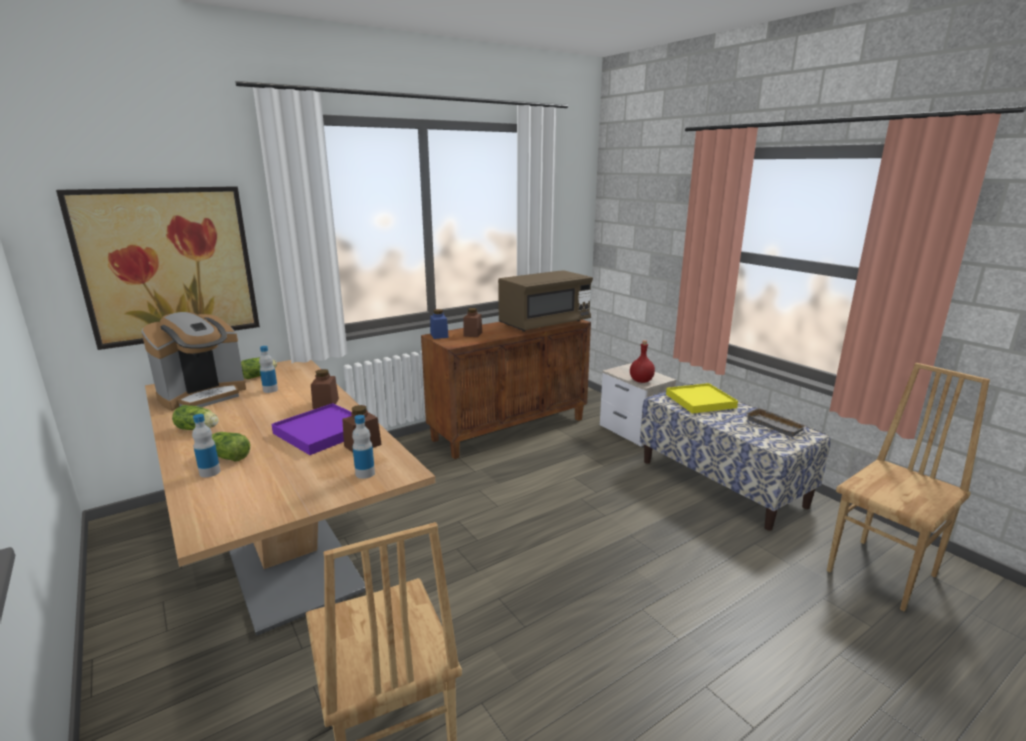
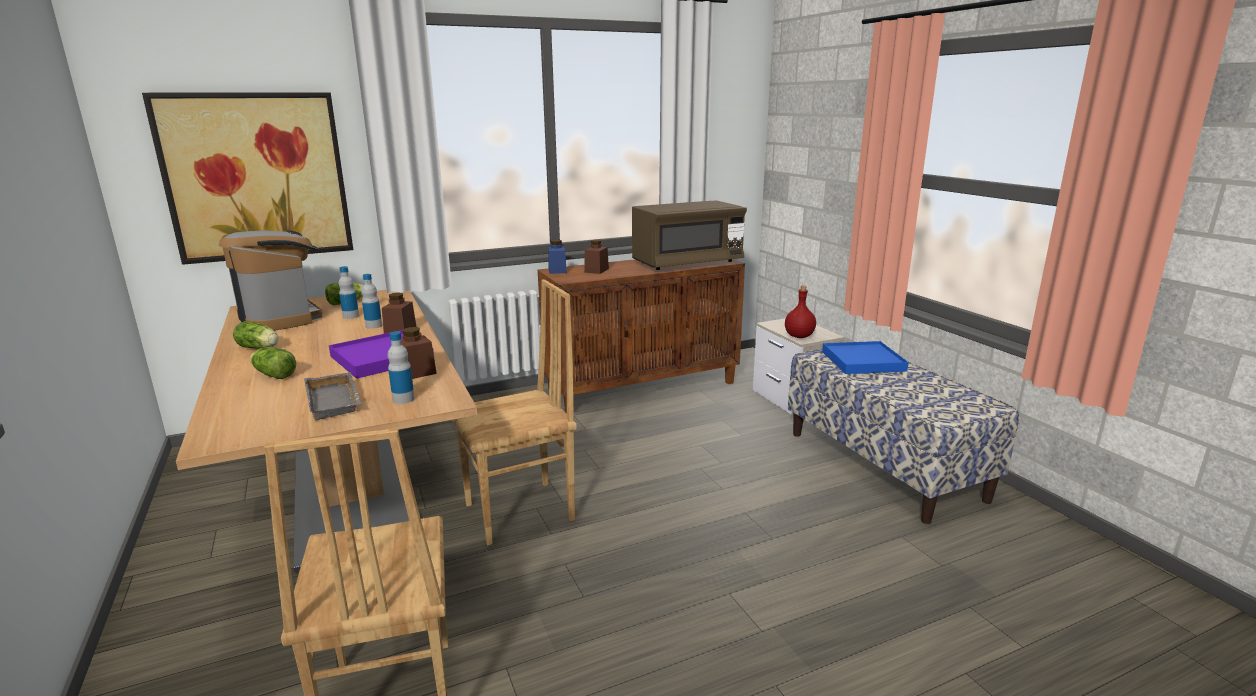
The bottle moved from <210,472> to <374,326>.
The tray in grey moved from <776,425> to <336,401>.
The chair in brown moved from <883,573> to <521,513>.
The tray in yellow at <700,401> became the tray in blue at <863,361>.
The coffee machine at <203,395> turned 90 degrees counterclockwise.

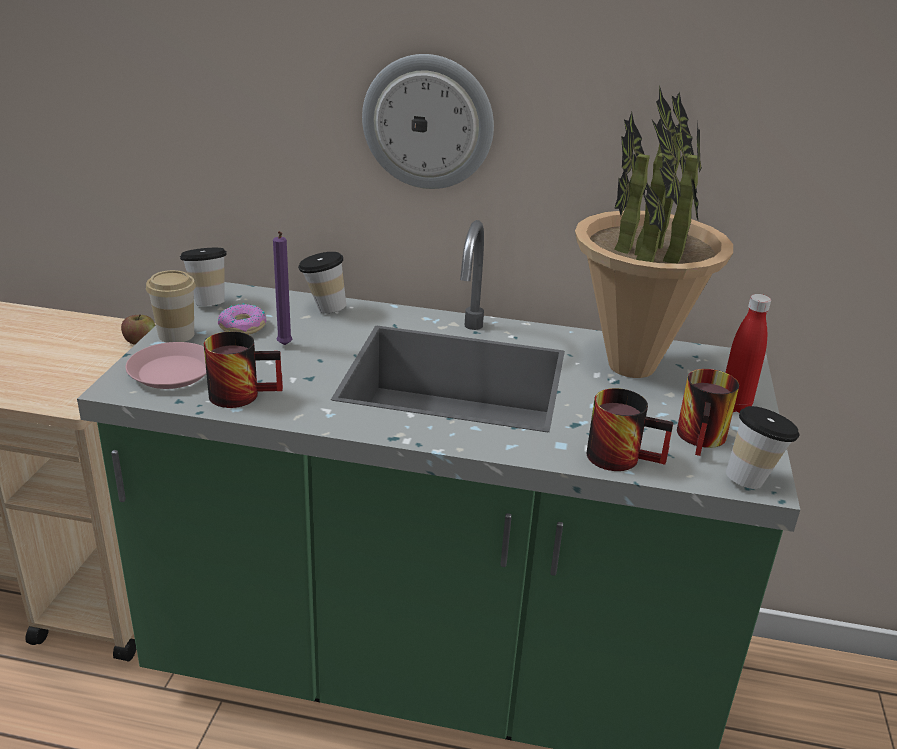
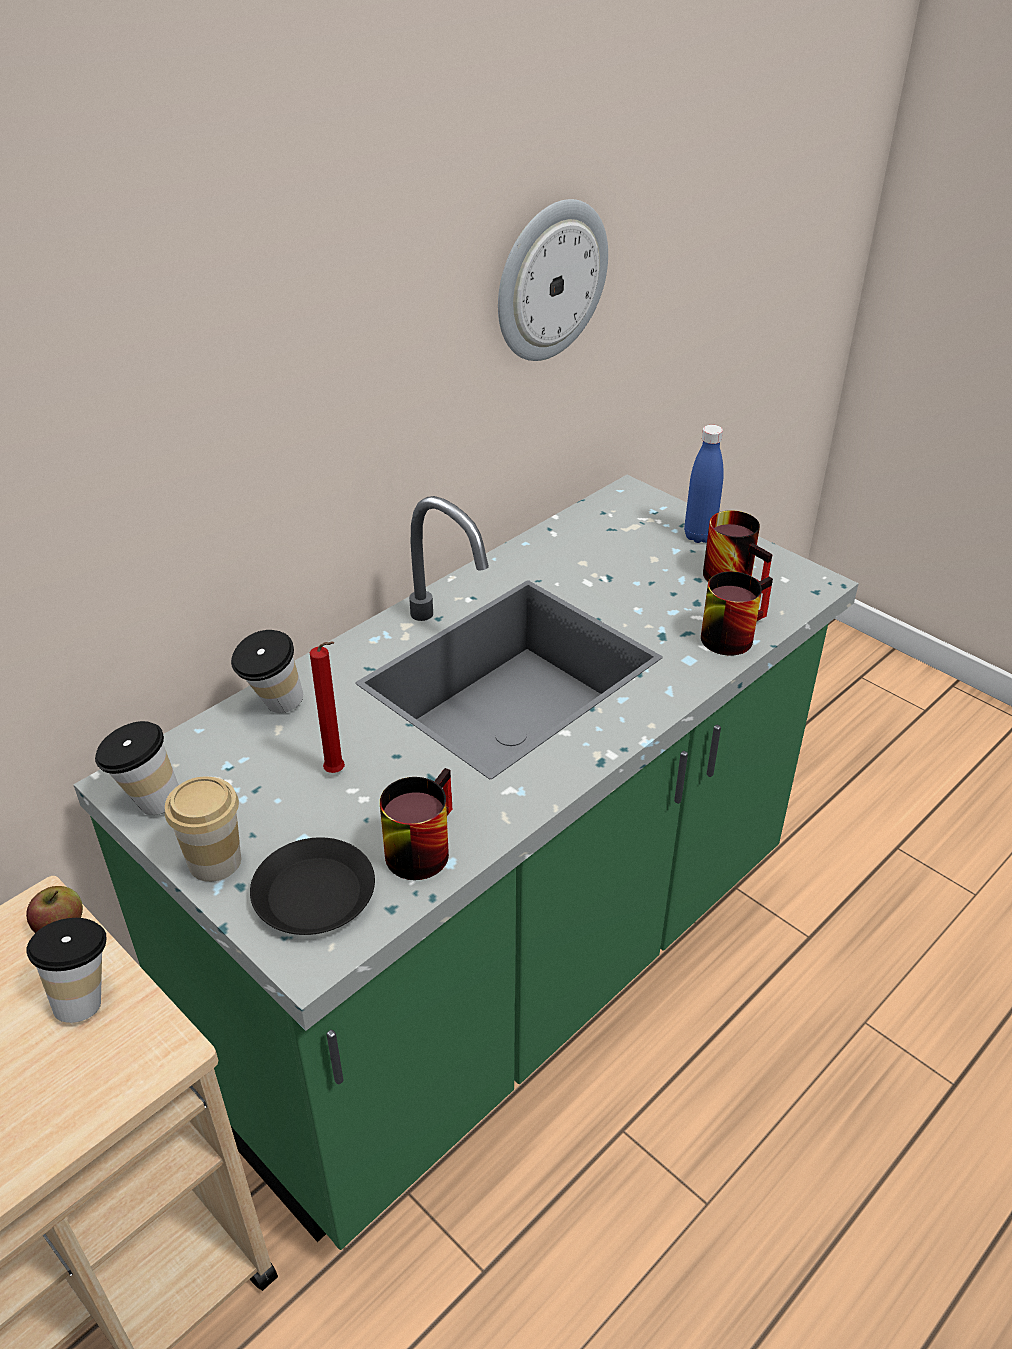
The donut at <243,327> disappeared.
The potted plant at <632,367> disappeared.
The wall clock moved from <428,122> to <550,281>.
The cup moved from <752,479> to <85,995>.
The plate in pink at <172,372> became the plate in black at <315,894>.
The candle in purple at <284,346> became the candle in red at <337,773>.
The bottle in red at <734,406> became the bottle in blue at <699,536>.

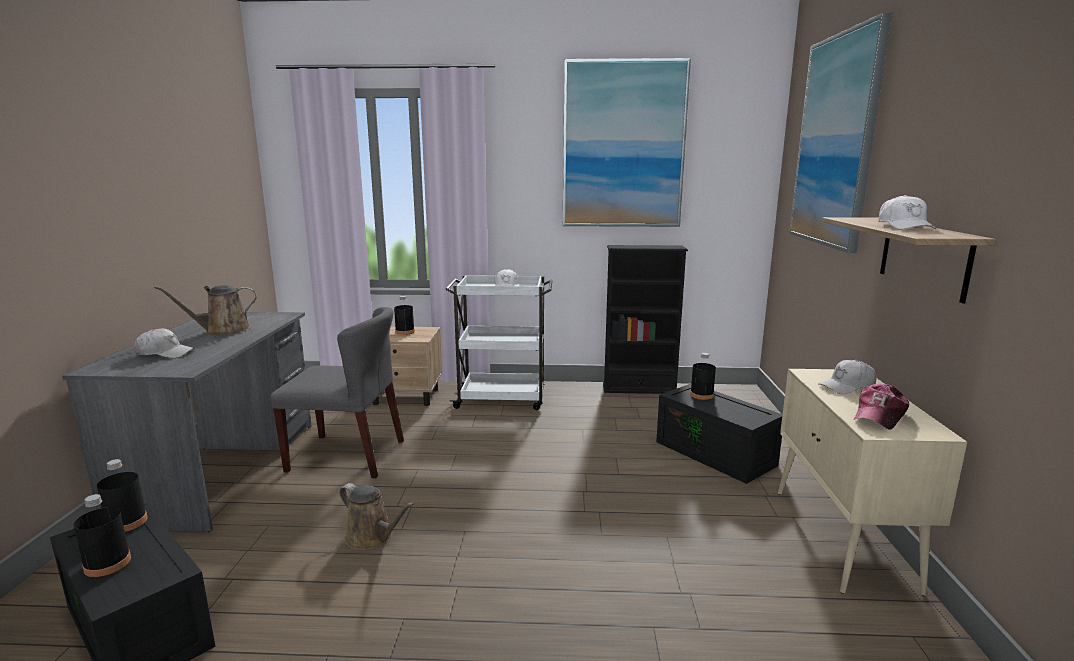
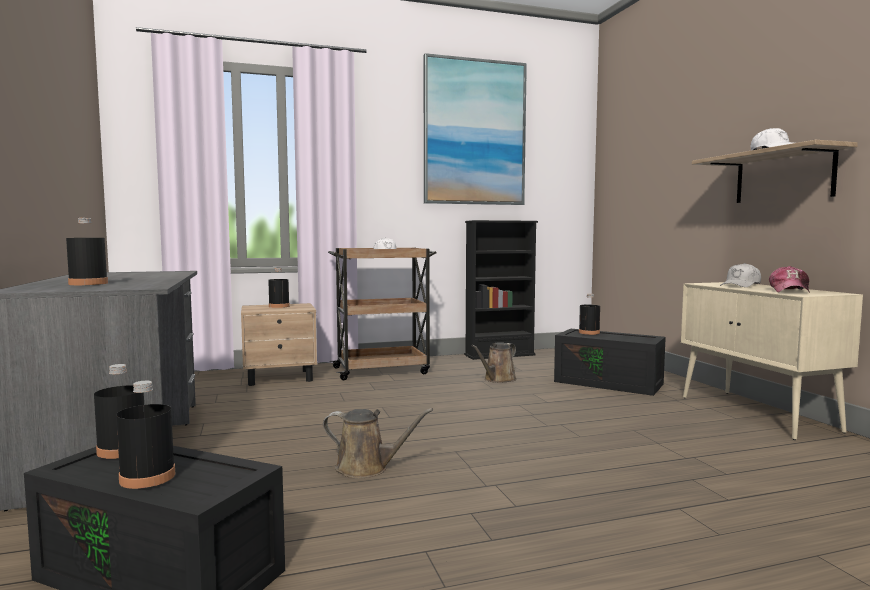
The chair in grey at <348,455> disappeared.
The picture at <835,141> disappeared.
The watering can in brown moved from <222,331> to <498,379>.
The cap in white at <165,353> was replaced by the bottle in black at <88,283>.
The cart in white at <502,399> became the cart in brown at <382,370>.

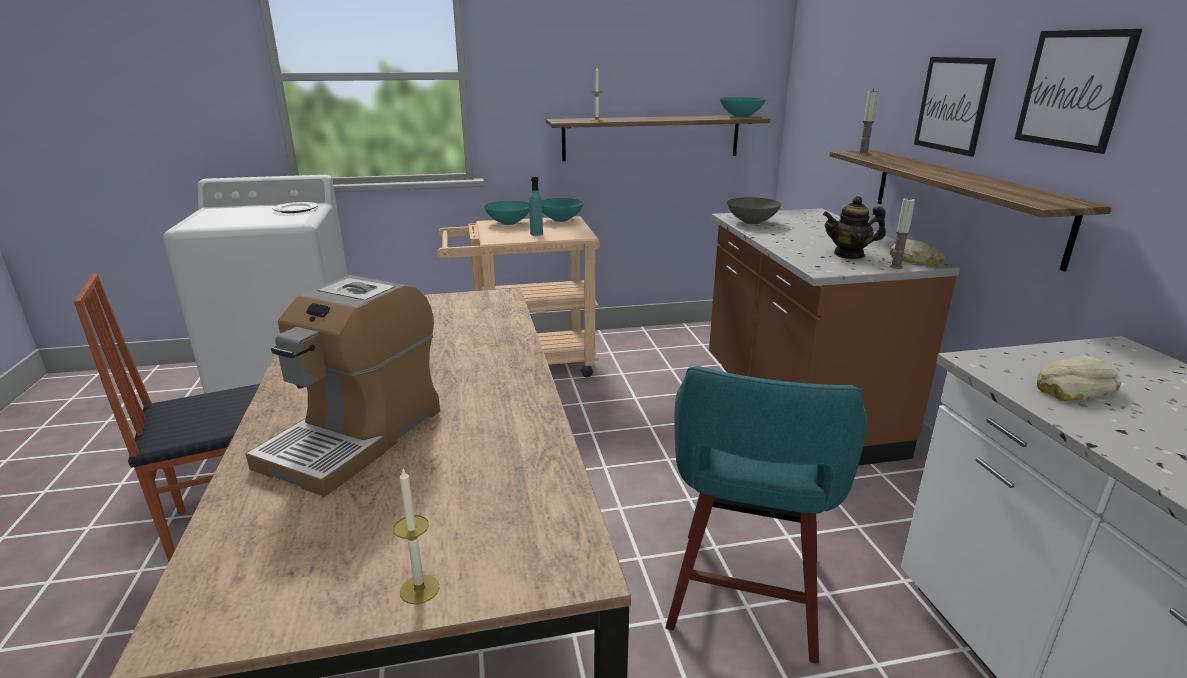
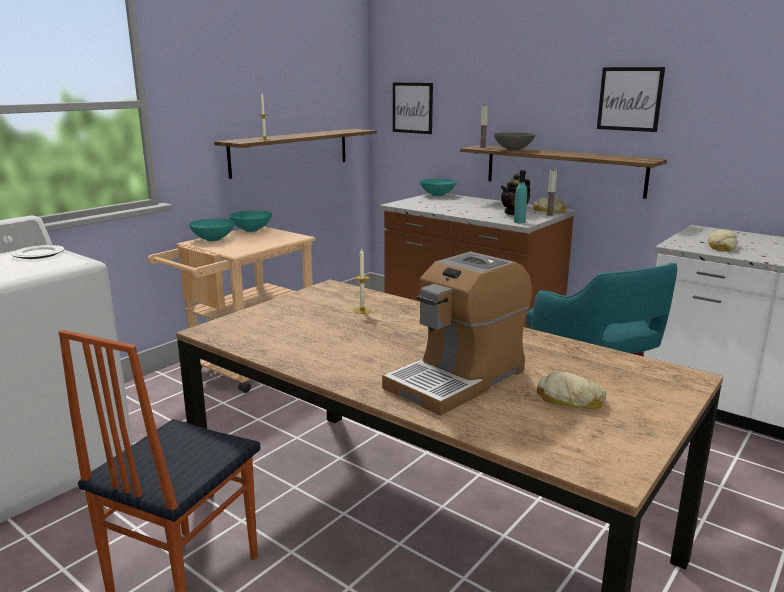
The bread at <570,399> appeared.
The candle moved from <419,589> to <362,311>.
The bottle in turquoise moved from <536,234> to <519,222>.
The bowl in turquoise moved from <740,116> to <437,195>.
The bowl in grey moved from <752,222> to <514,150>.
The picture moved from <952,105> to <412,108>.
The coffee machine at <355,436> turned 60 degrees clockwise.

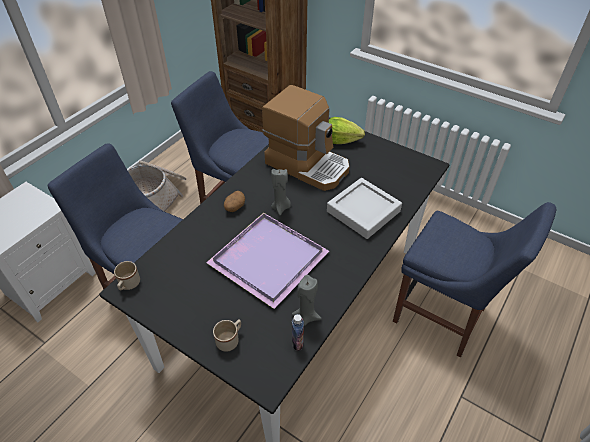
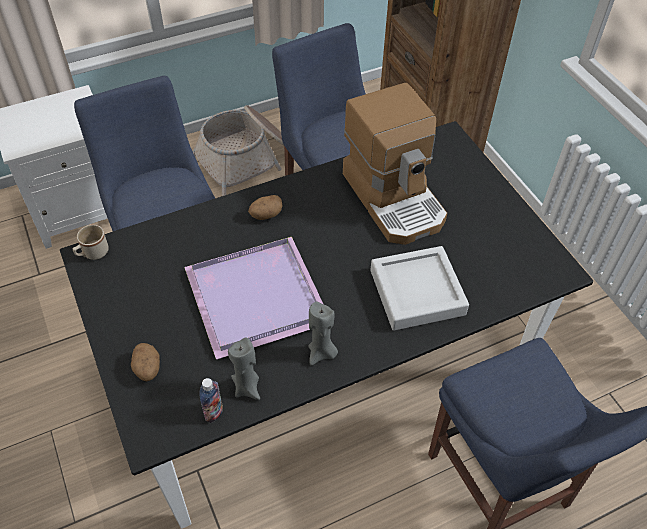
The lettuce at <341,140> disappeared.
The candle in grey moved from <281,208> to <322,353>.
The mug in beige at <230,340> was replaced by the potato at <147,369>.

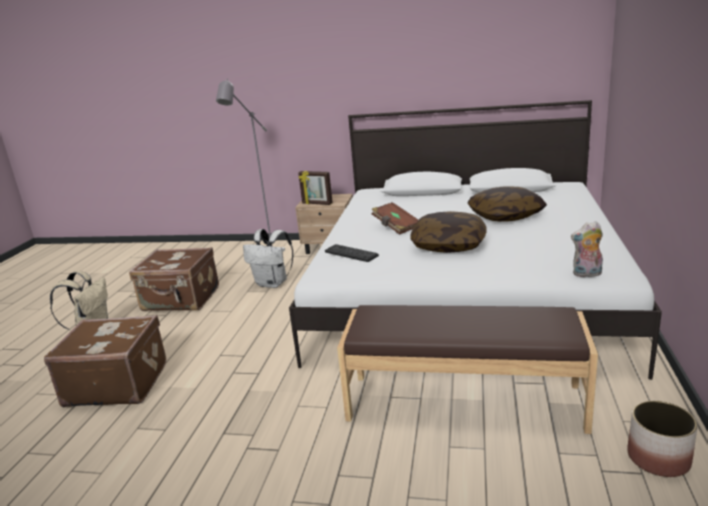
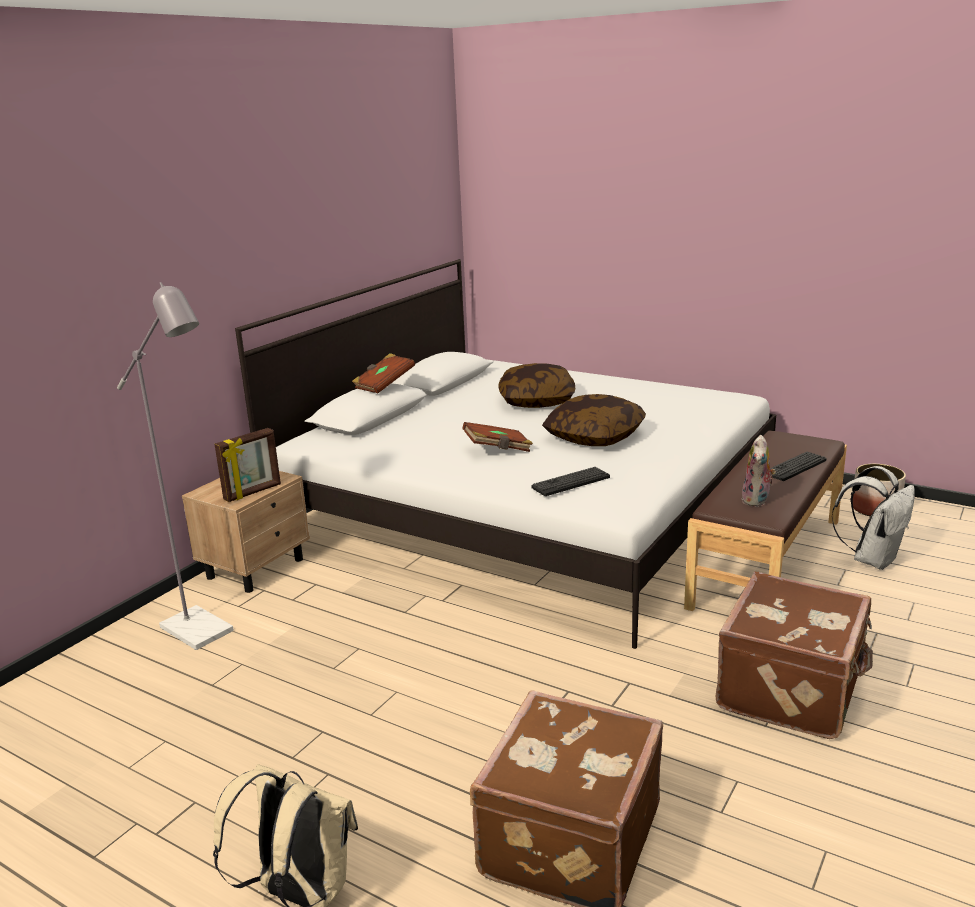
The book in brown at <384,385> appeared.
The keyboard at <795,467> appeared.
The suitcase in brown moved from <181,300> to <793,690>.
The backpack in white moved from <273,283> to <873,559>.
The plush toy moved from <586,274> to <757,501>.

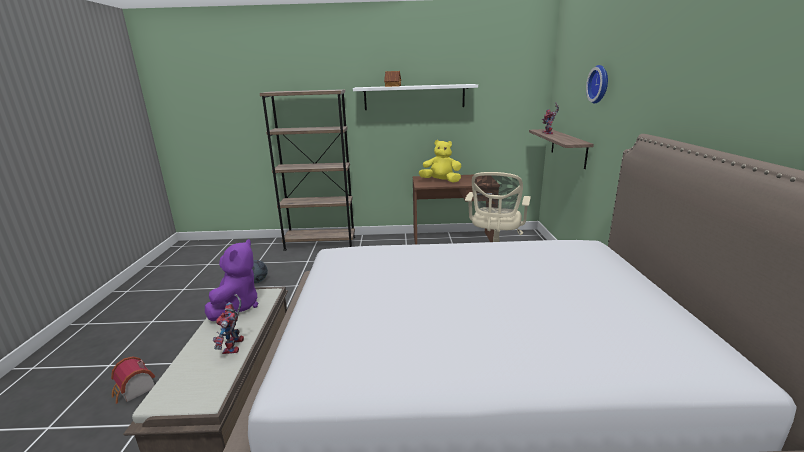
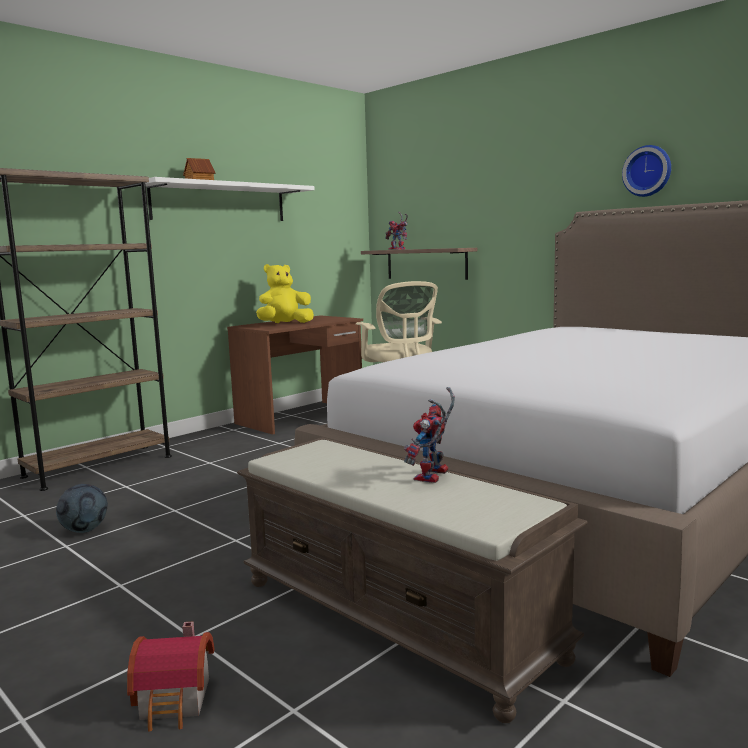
The plush toy in purple at <236,306> disappeared.
The wall clock moved from <600,84> to <648,171>.
The toy robot at <235,347> turned 75 degrees clockwise.

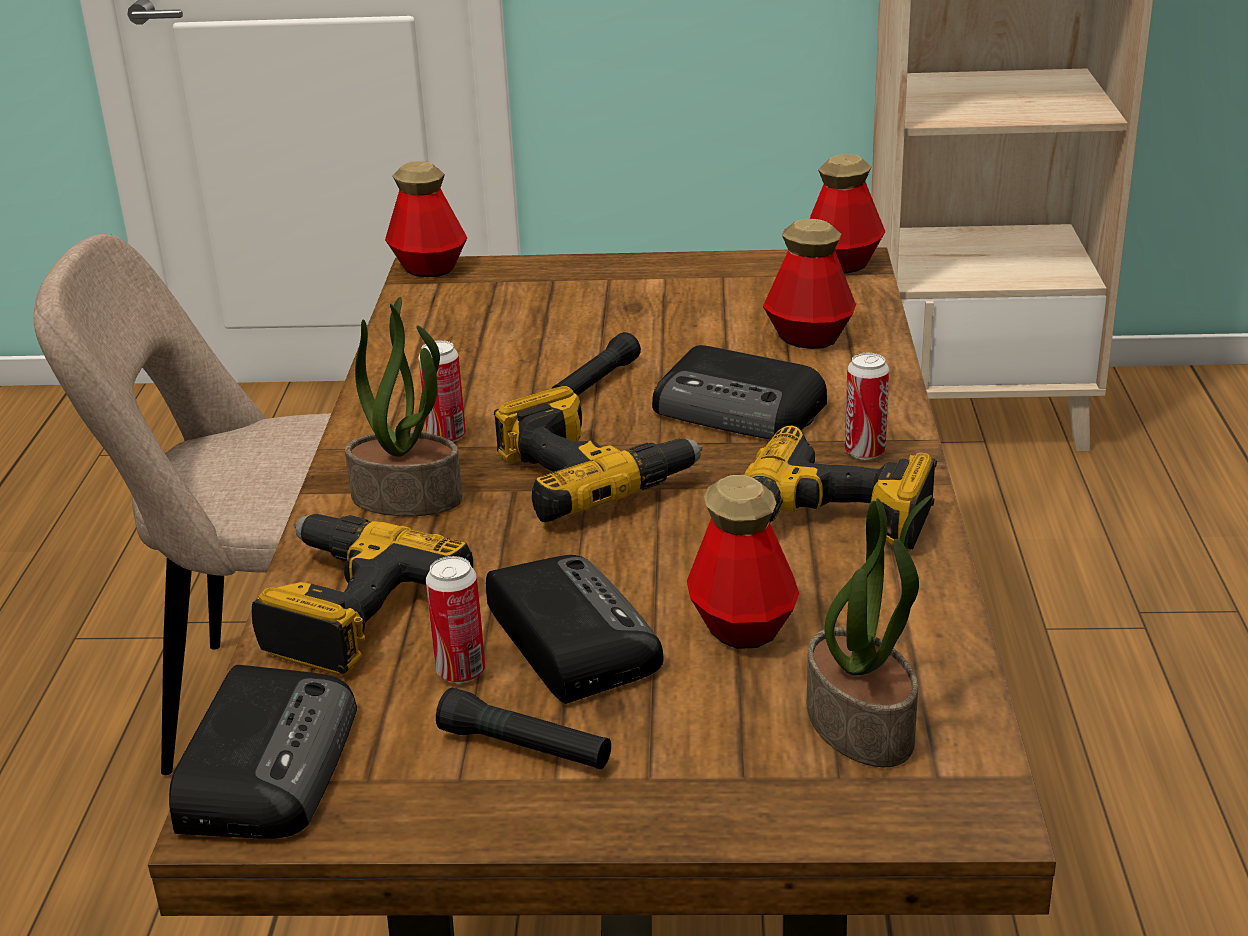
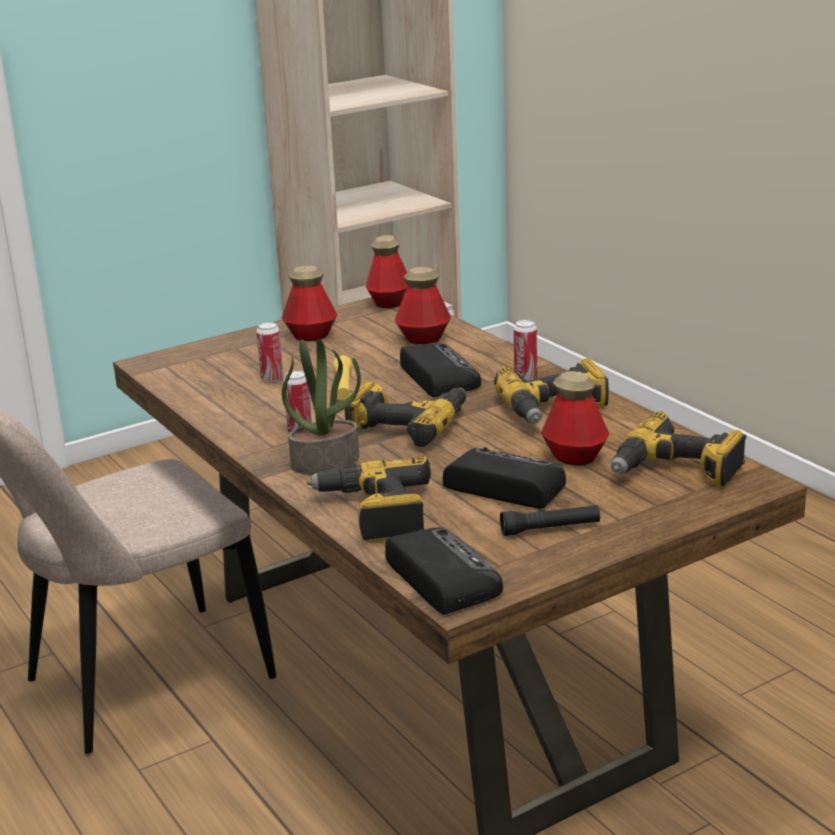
The bottle moved from <429,268> to <311,335>.
The can moved from <461,672> to <272,378>.
The potted plant at <862,724> was replaced by the power drill at <676,471>.
The flashlight in black at <595,384> became the flashlight in yellow at <343,387>.
The radio at <740,409> turned 105 degrees counterclockwise.

